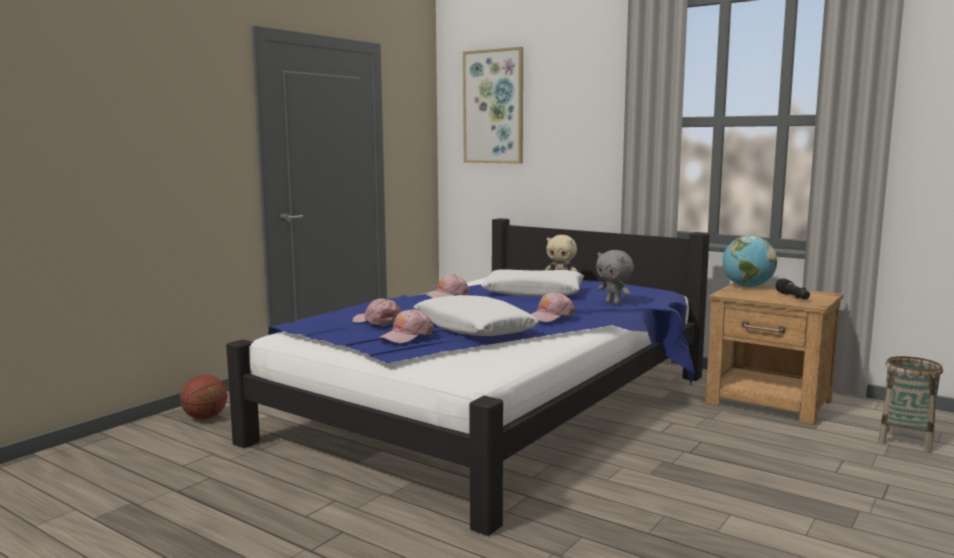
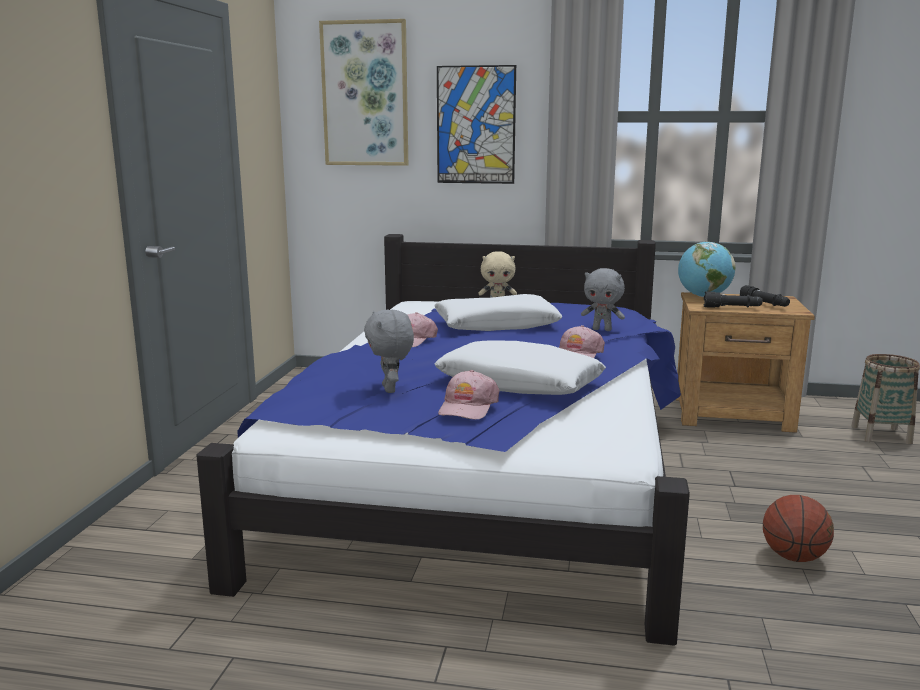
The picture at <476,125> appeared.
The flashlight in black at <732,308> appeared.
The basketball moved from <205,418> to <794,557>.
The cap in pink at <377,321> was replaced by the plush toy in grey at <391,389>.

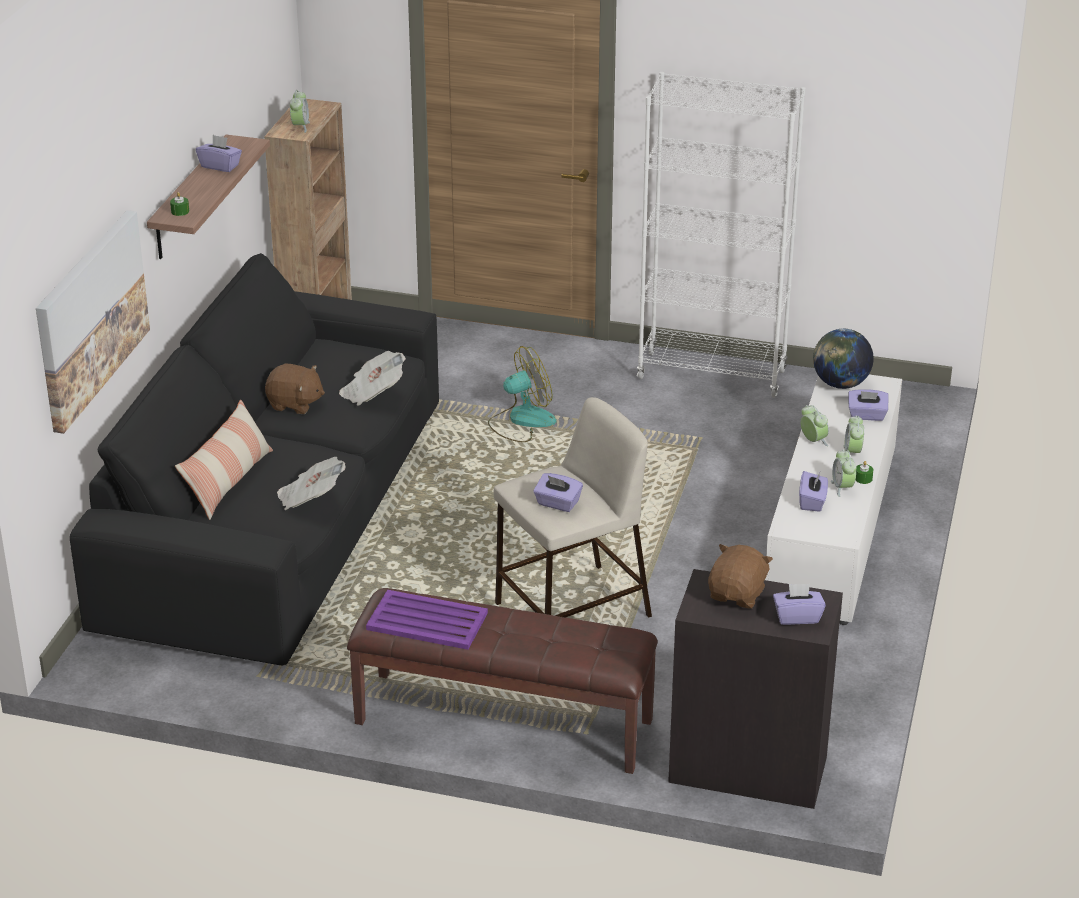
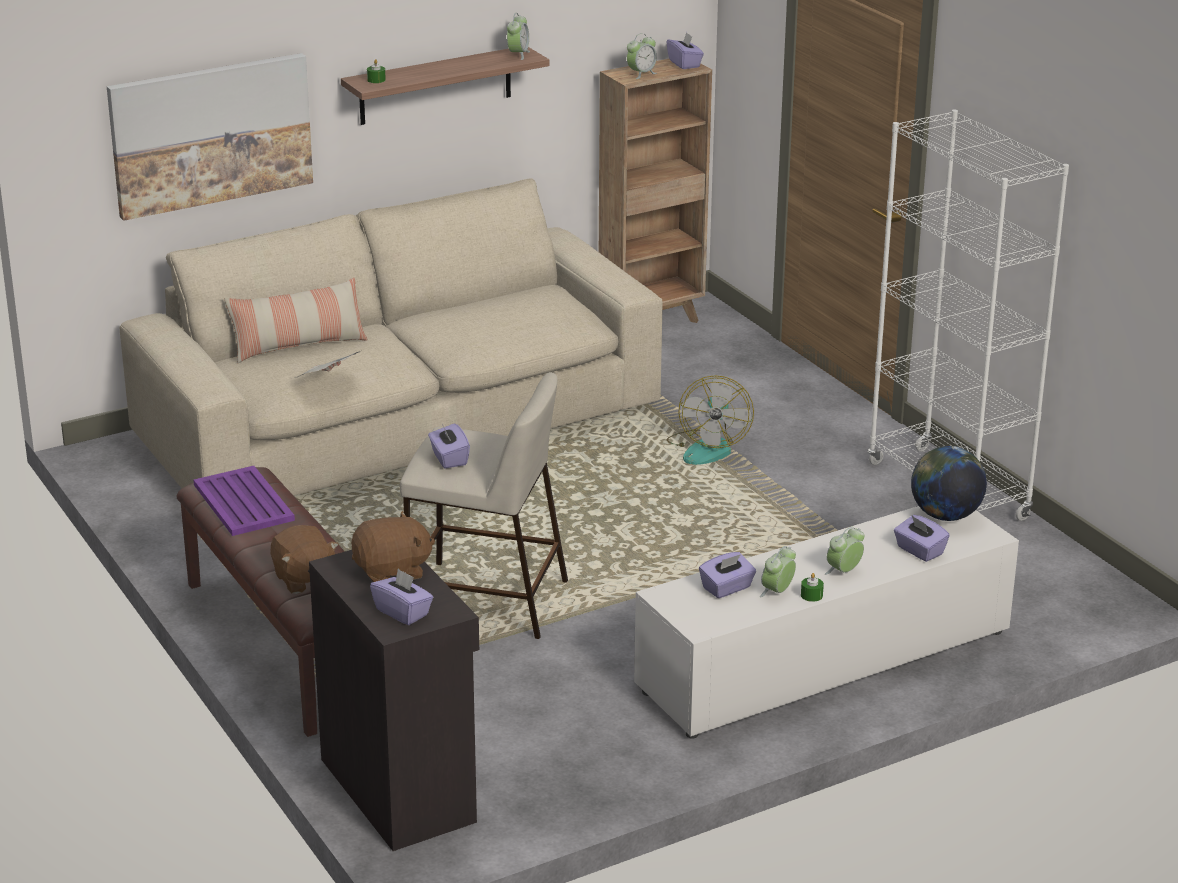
The newspaper at <372,393> disappeared.
The tissue box in purple moved from <220,166> to <684,64>.
The plush toy in brown moved from <295,404> to <304,579>.
The alarm clock moved from <813,441> to <518,54>.
The sofa in black at <279,514> became the sofa in beige at <401,422>.
The fan at <521,421> turned 75 degrees clockwise.

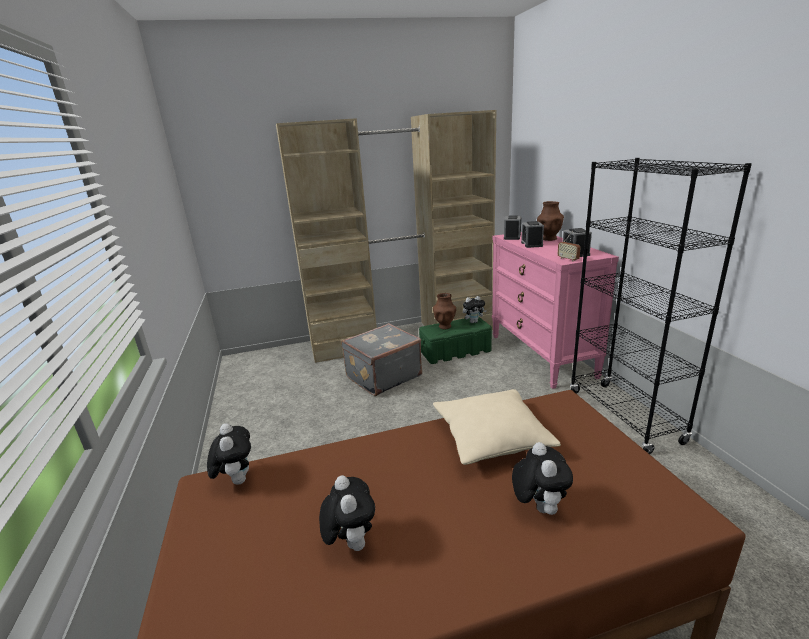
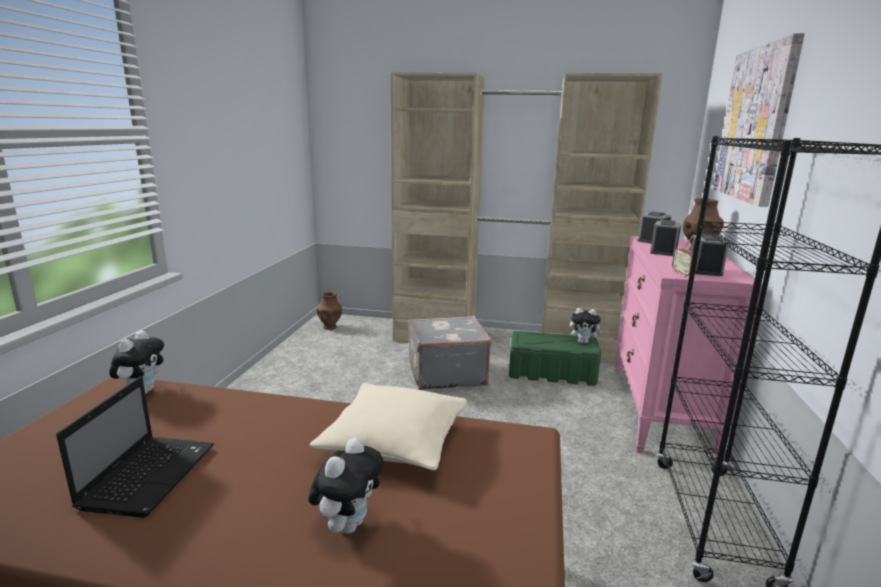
The picture at <756,124> appeared.
The vase in brown moved from <445,326> to <330,327>.
The plush toy at <350,542> was replaced by the laptop at <150,474>.

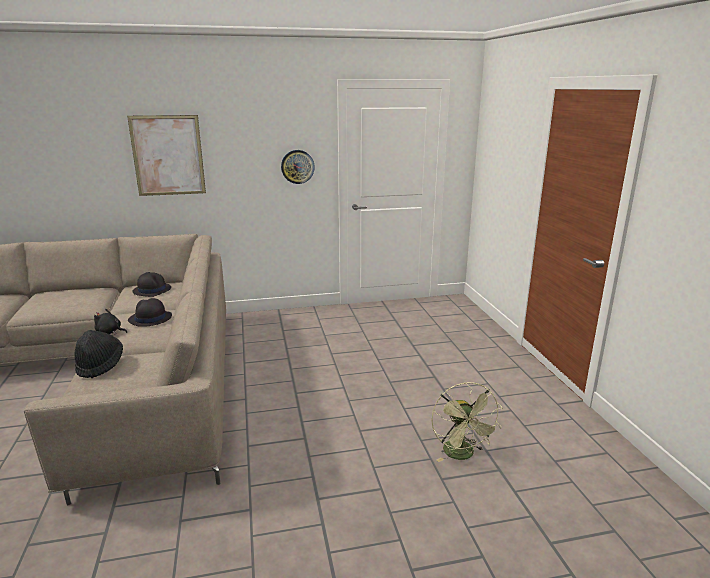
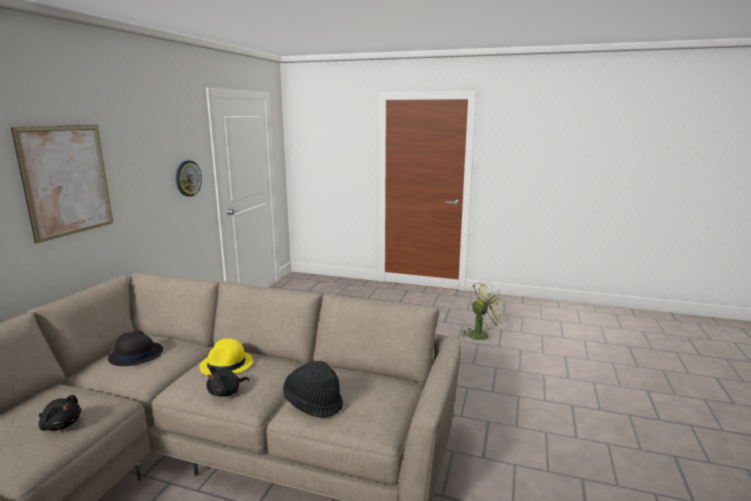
The plush toy in black at <61,425> appeared.
The hat in black at <150,319> became the hat in yellow at <227,364>.
The fan in green at <462,455> turned 45 degrees counterclockwise.

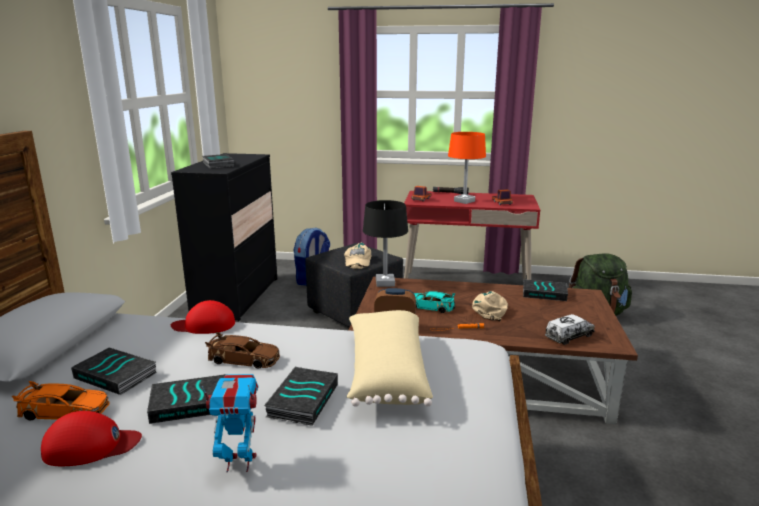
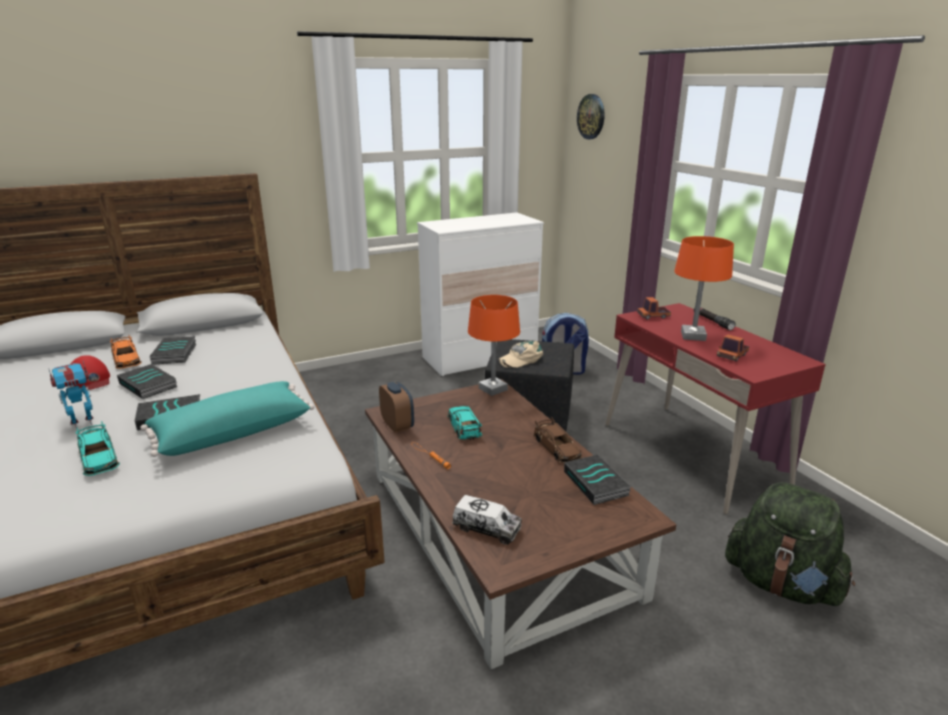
The cap in red at <204,325> disappeared.
The book at <217,164> disappeared.
The cap in beige at <491,309> disappeared.
The toy car in turquoise at <98,458> appeared.
The wall clock at <591,116> appeared.
The toy car in brown moved from <244,359> to <557,448>.
The dresser in black at <237,297> became the dresser in white at <479,358>.
The pillow in beige at <385,372> became the pillow in turquoise at <232,432>.
The table lamp in black at <385,283> became the table lamp in orange at <492,389>.
The toy robot at <239,462> turned 90 degrees counterclockwise.

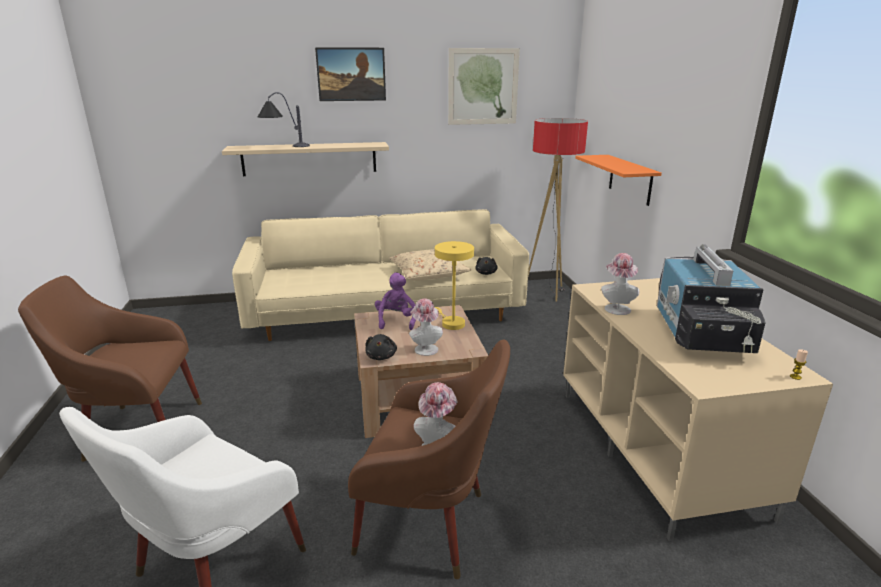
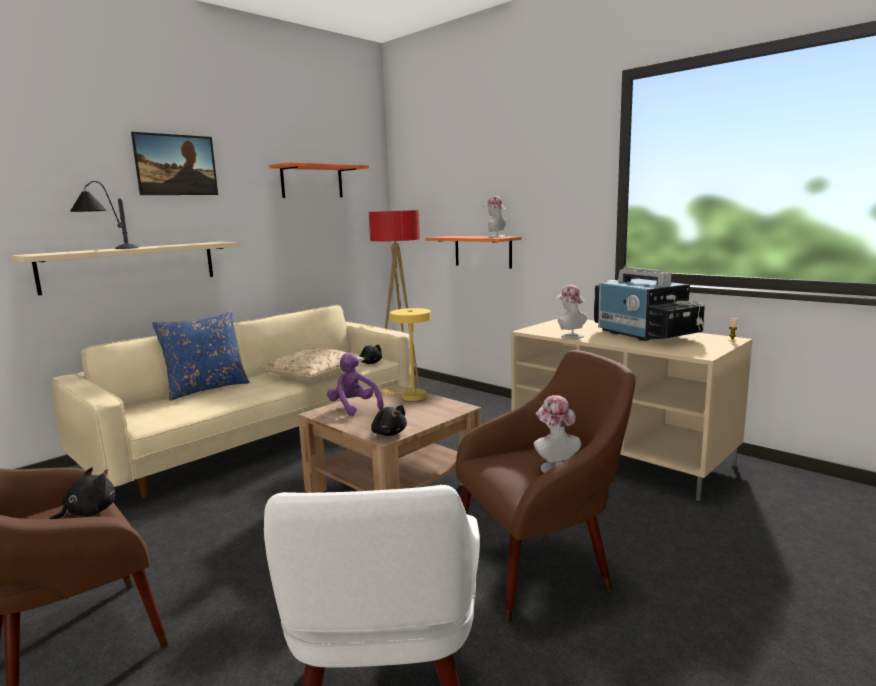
The plush toy in black at <88,513> appeared.
The pillow in blue at <206,388> appeared.
The hat moved from <425,348> to <495,237>.
The picture at <483,87> was replaced by the shelf in orange at <312,182>.

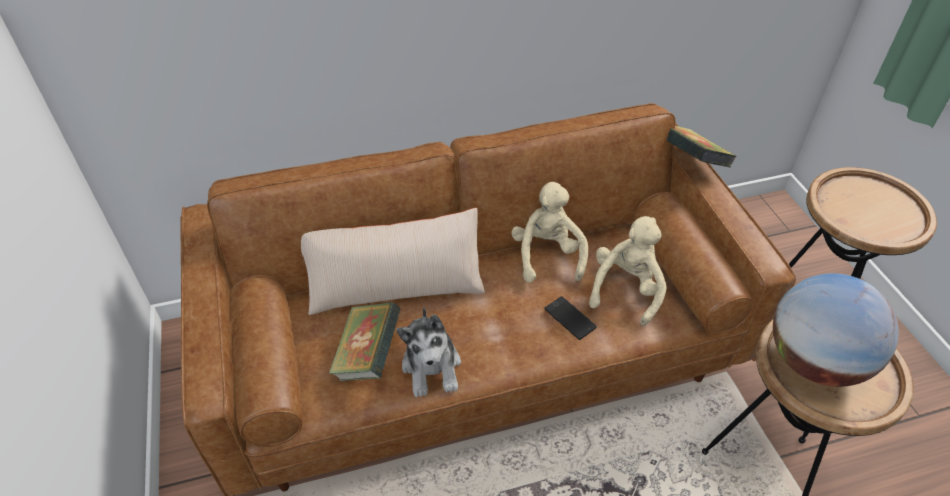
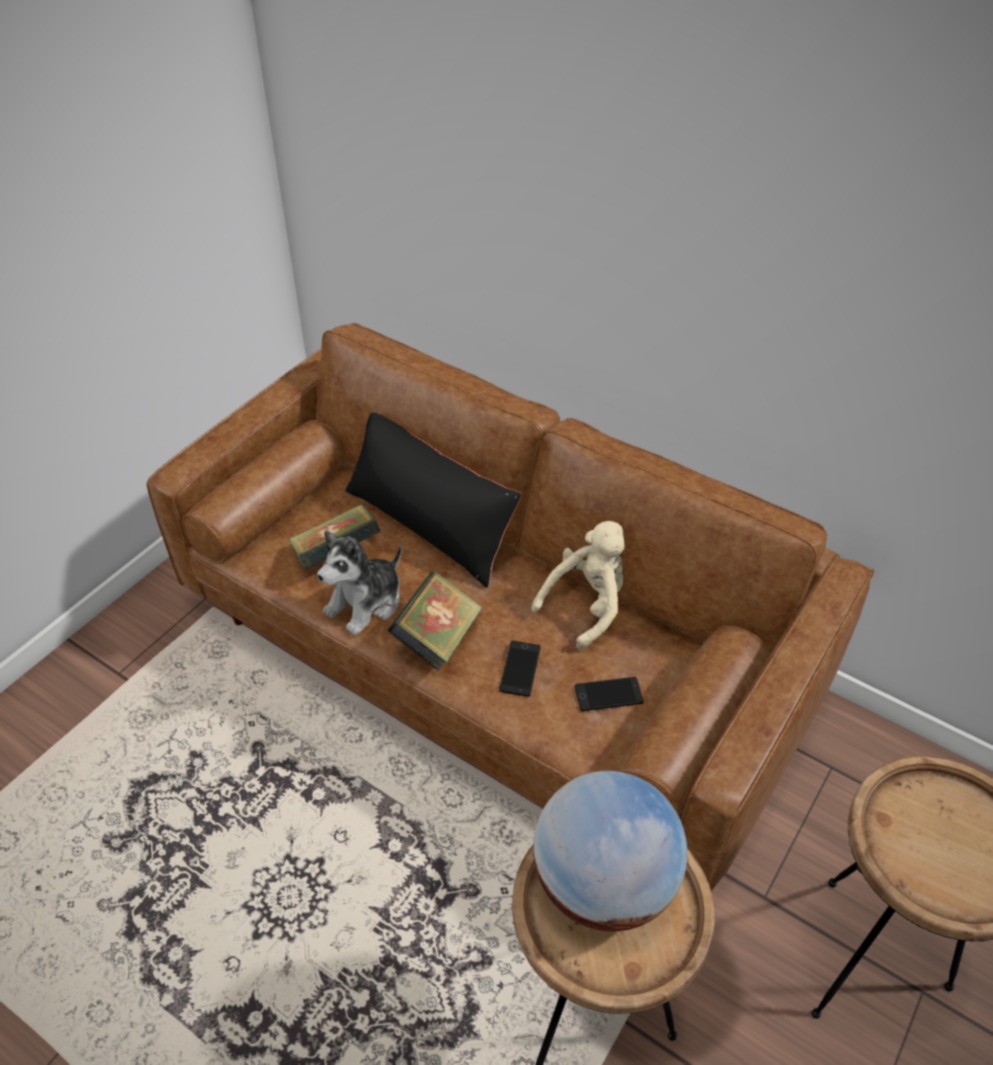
The book moved from <689,162> to <437,638>.
The plush toy in beige at <626,289> was replaced by the phone at <608,694>.
The pillow in beige at <395,288> became the pillow in black at <429,524>.

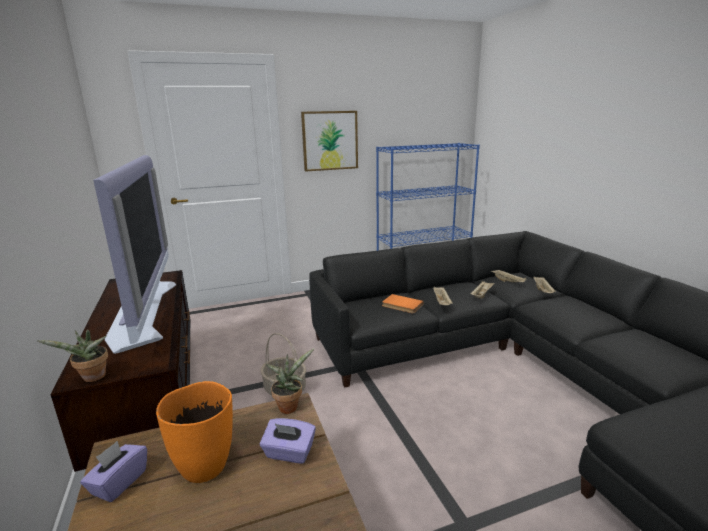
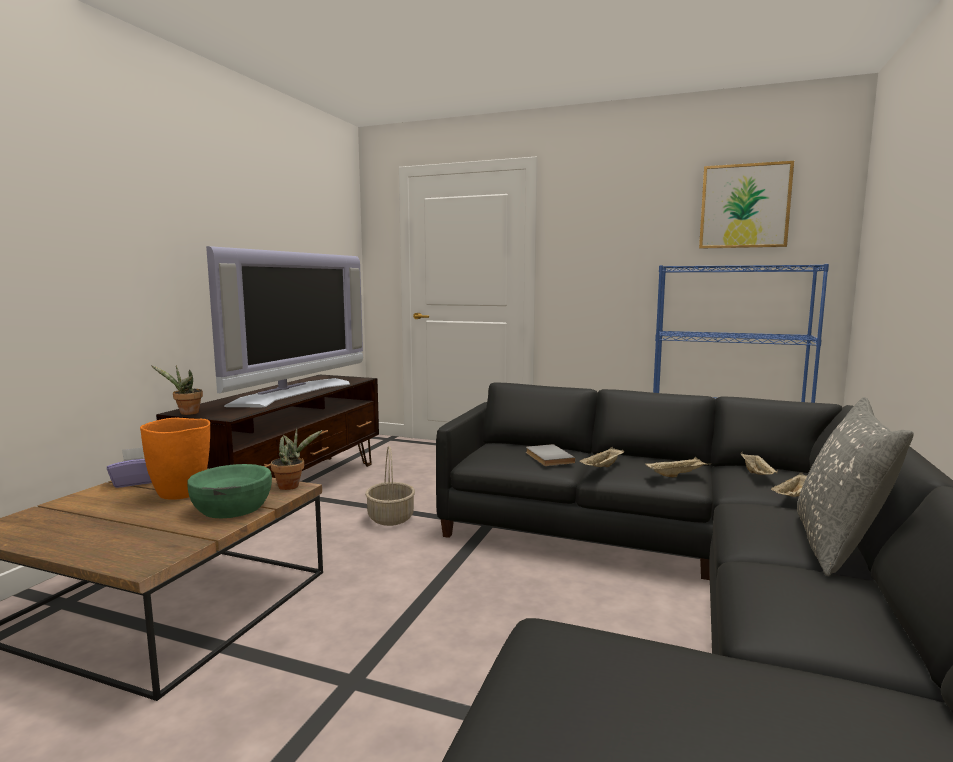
The pillow in grey at <838,545> appeared.
The picture moved from <330,141> to <744,206>.
The tissue box in purple at <289,453> was replaced by the bowl in green at <232,507>.
The book in orange at <401,305> became the book in grey at <547,457>.

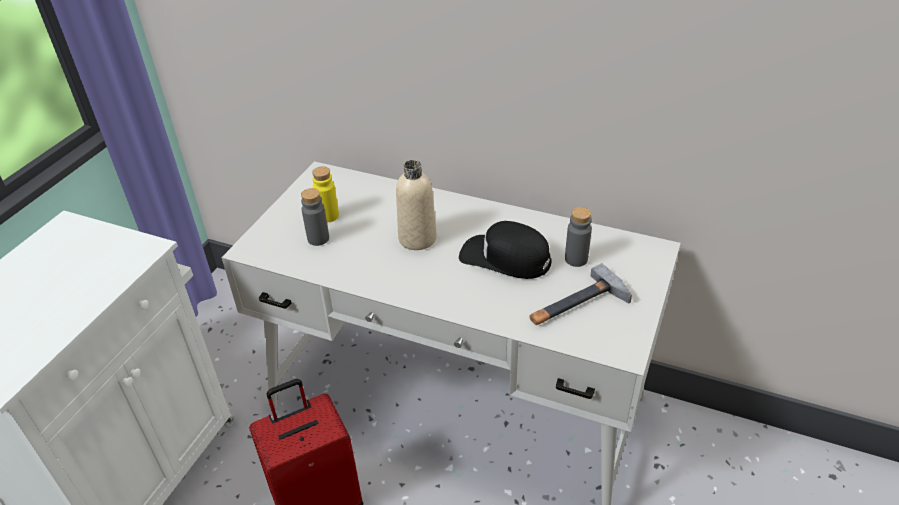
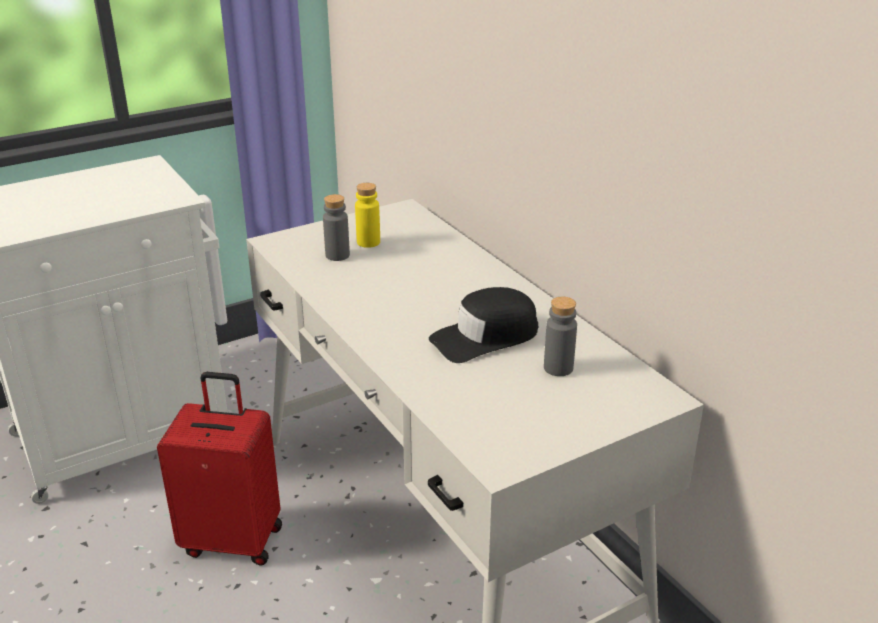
The bottle in beige at <417,238> disappeared.
The hammer at <577,305> disappeared.
The cap in black at <505,258> turned 90 degrees counterclockwise.

